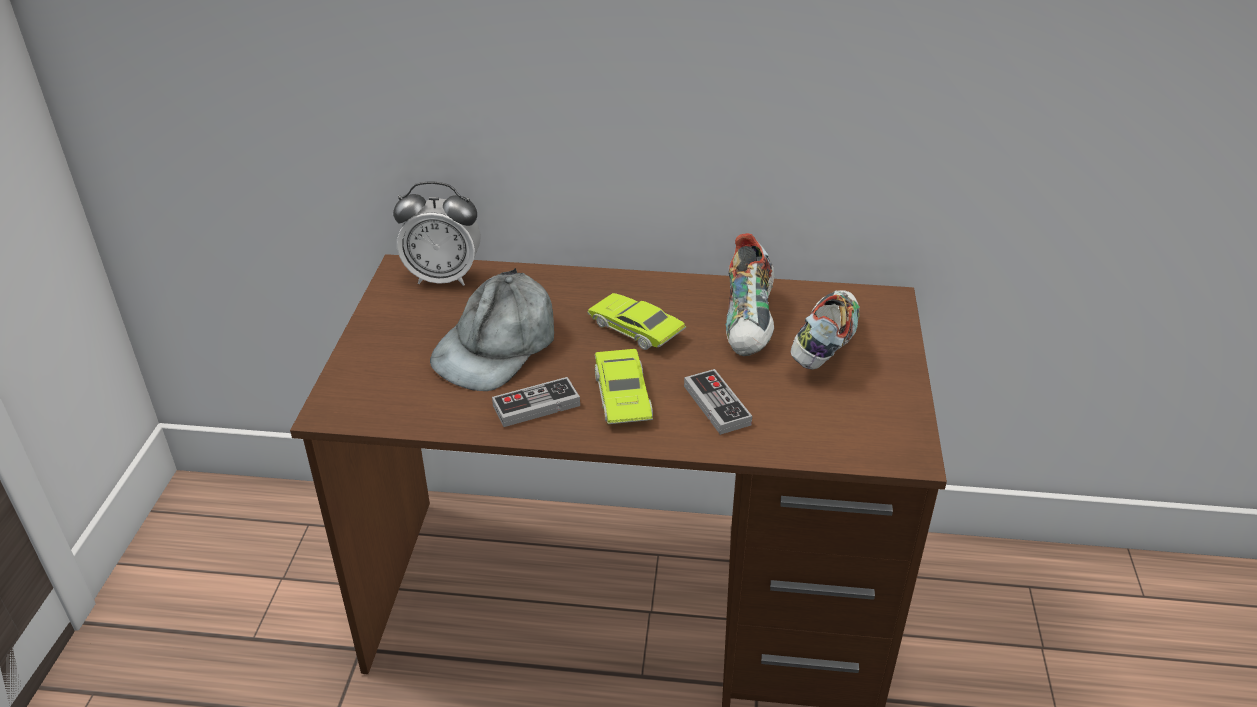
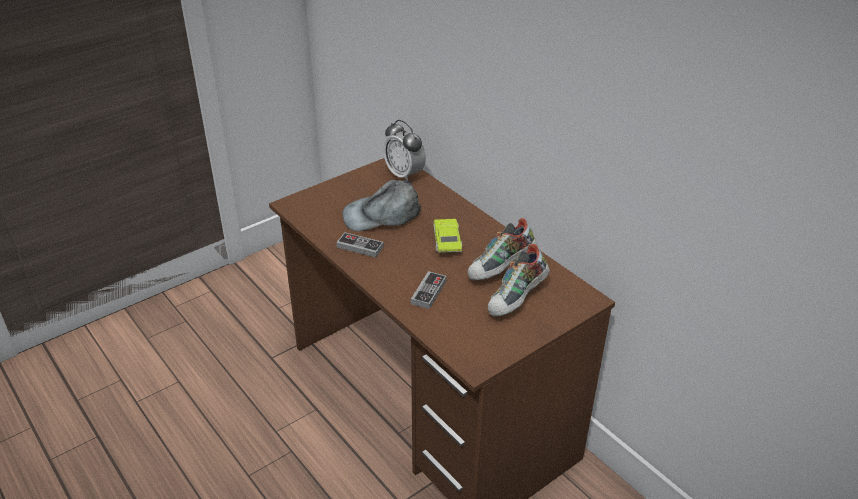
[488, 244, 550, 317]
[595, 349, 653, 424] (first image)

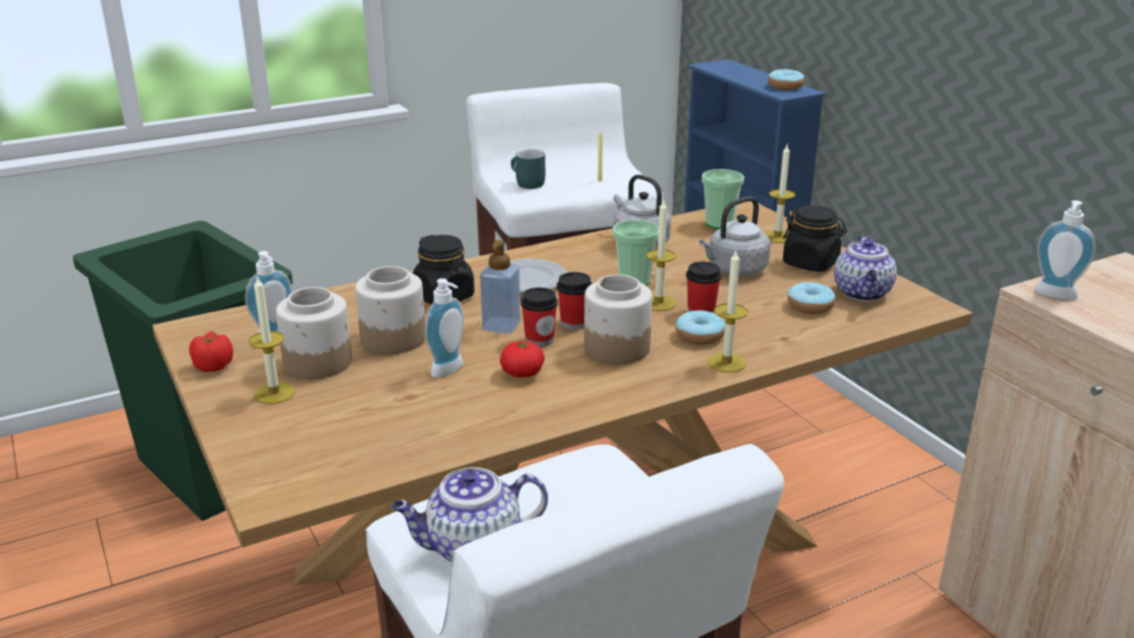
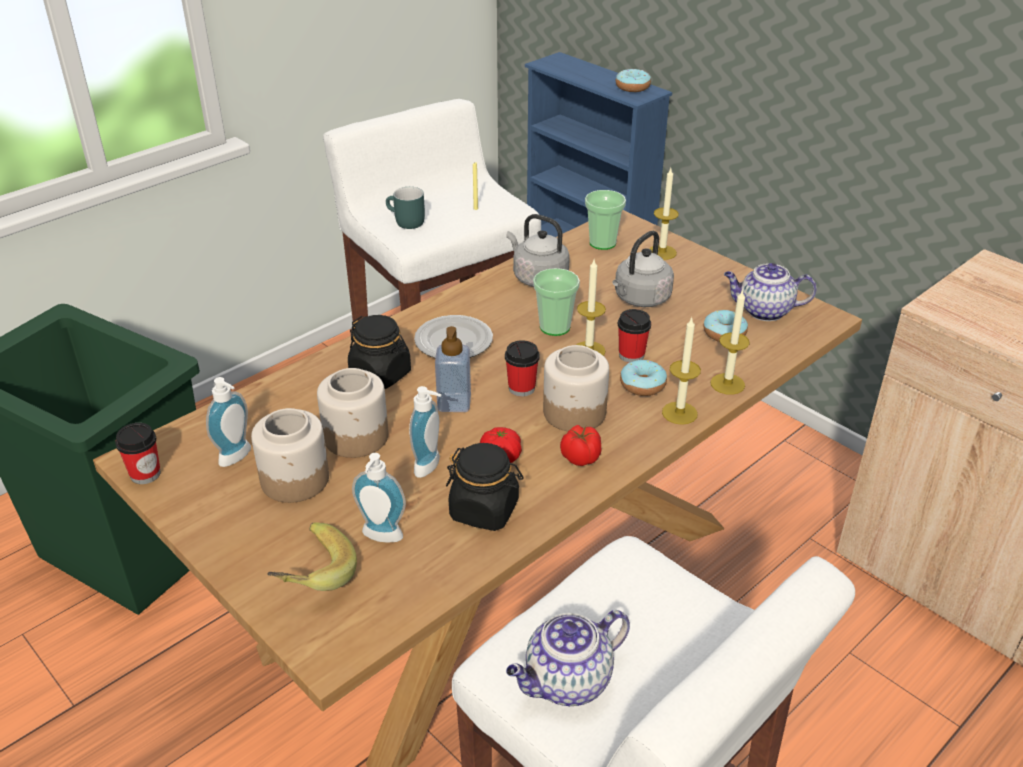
[115, 423, 161, 484]
[267, 522, 357, 591]
[352, 453, 406, 543]
[446, 443, 523, 531]
[560, 425, 602, 466]
[710, 289, 750, 395]
[724, 263, 817, 321]

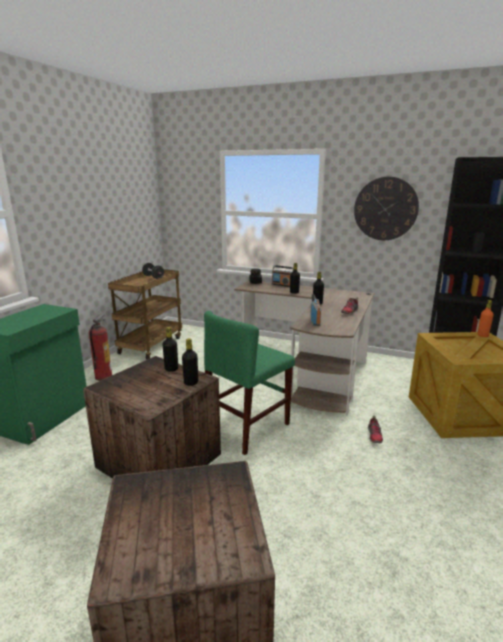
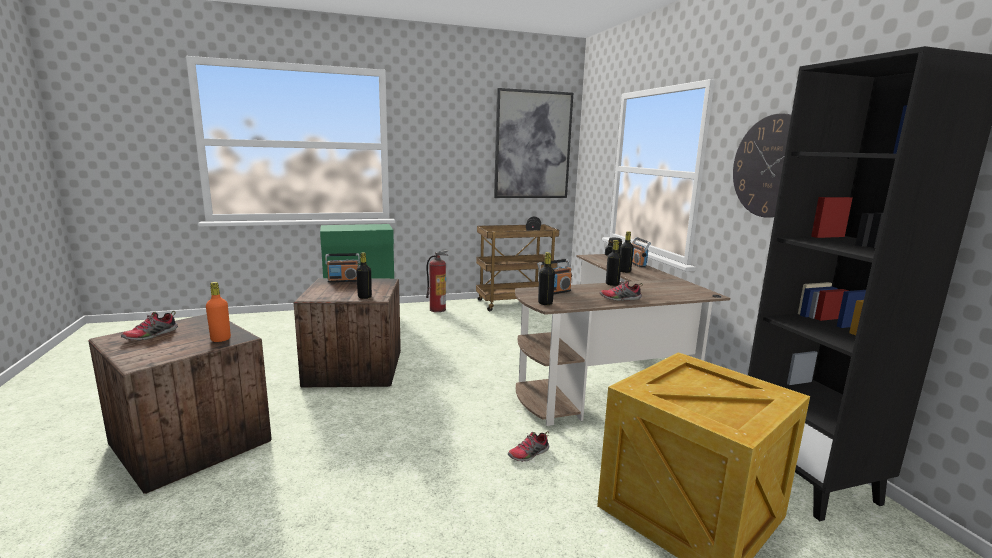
[121, 311, 178, 341]
[206, 282, 231, 342]
[325, 253, 360, 282]
[494, 88, 573, 198]
[538, 252, 555, 305]
[204, 311, 295, 455] (first image)

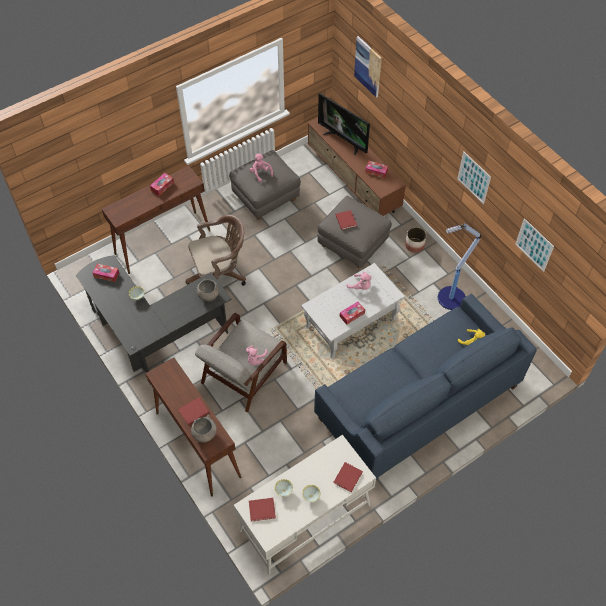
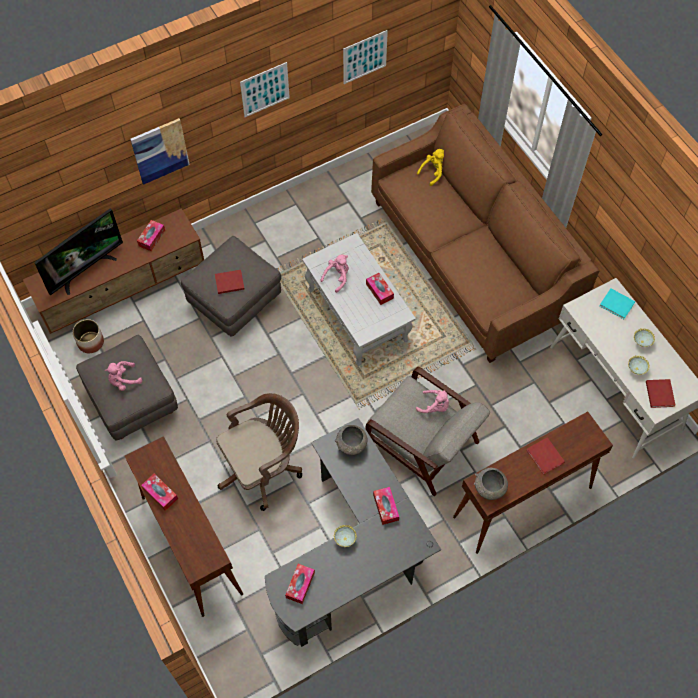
[72, 319, 104, 353]
[130, 118, 190, 185]
[216, 393, 302, 511]
[371, 104, 599, 363]
[373, 487, 399, 525]
[474, 468, 508, 500]
[600, 288, 635, 319]
[438, 223, 481, 310] (first image)

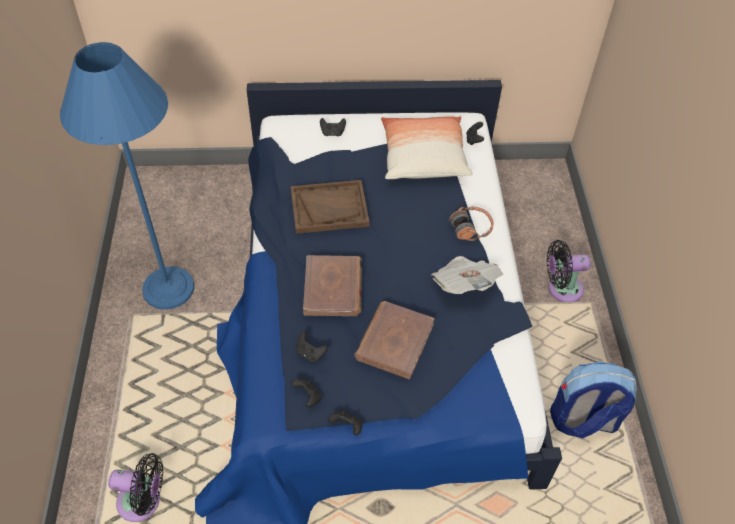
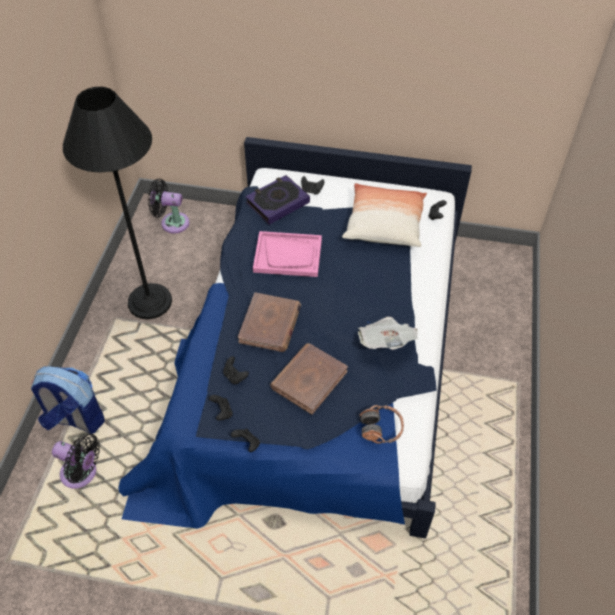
[31, 366, 105, 434]
[63, 87, 172, 319]
[148, 178, 190, 233]
[245, 175, 310, 225]
[253, 231, 322, 277]
[359, 405, 404, 444]

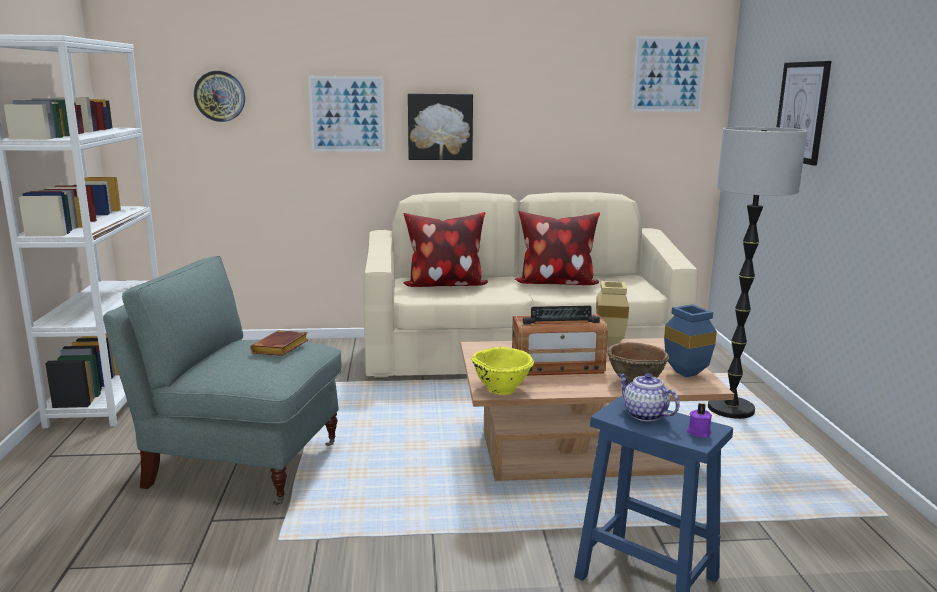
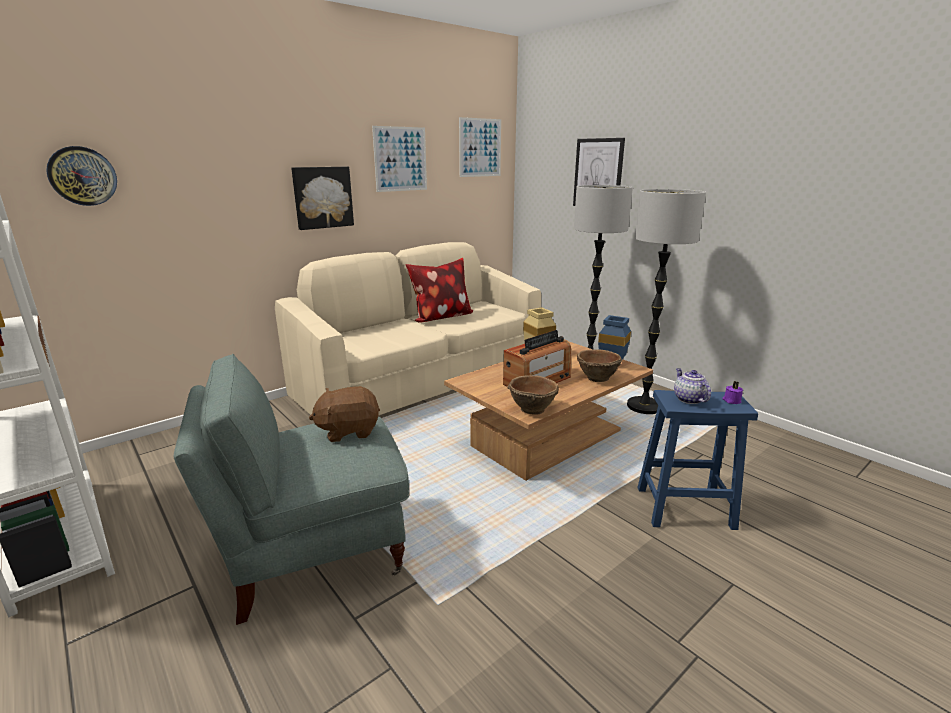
[309, 386, 380, 442]
[372, 126, 427, 192]
[508, 375, 559, 415]
[627, 189, 706, 414]
[674, 368, 711, 404]
[403, 212, 488, 287] (first image)

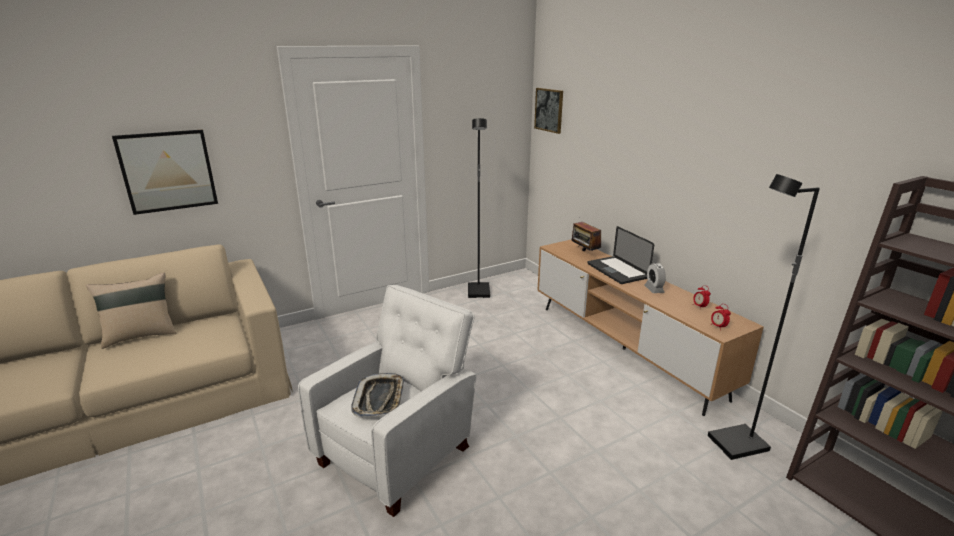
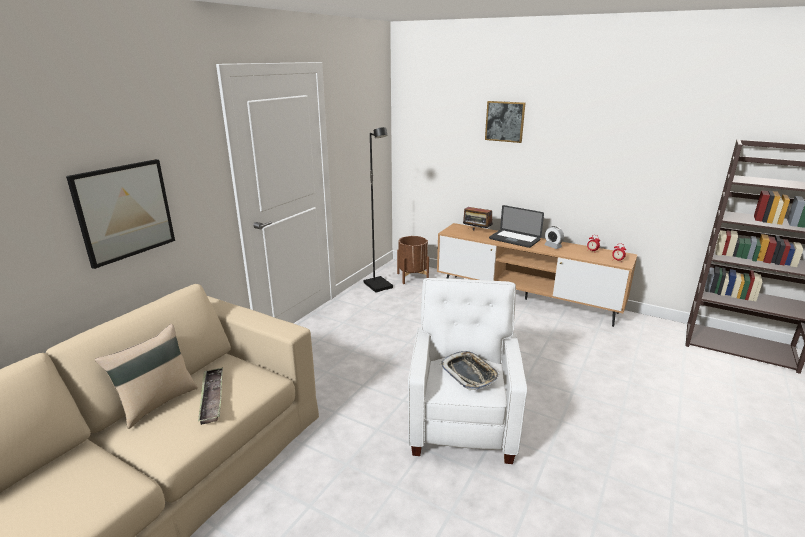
[198, 367, 223, 425]
[397, 236, 429, 284]
[485, 101, 525, 143]
[708, 174, 820, 460] (first image)

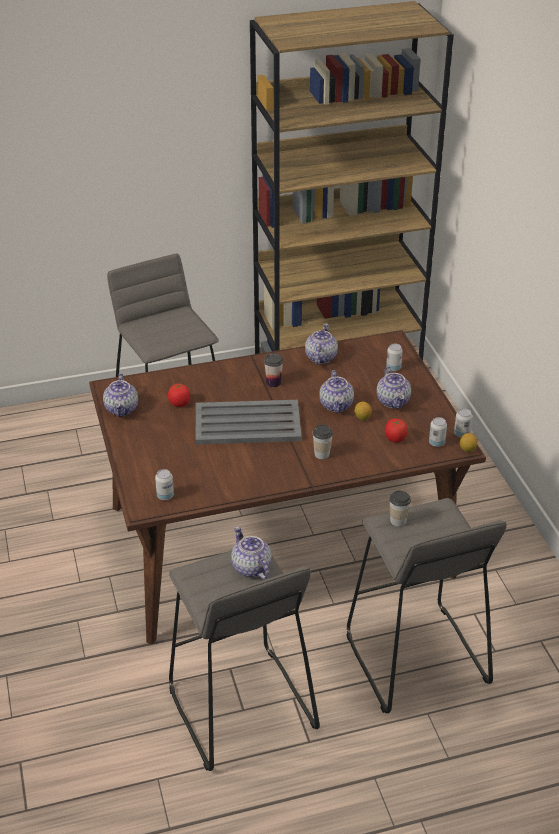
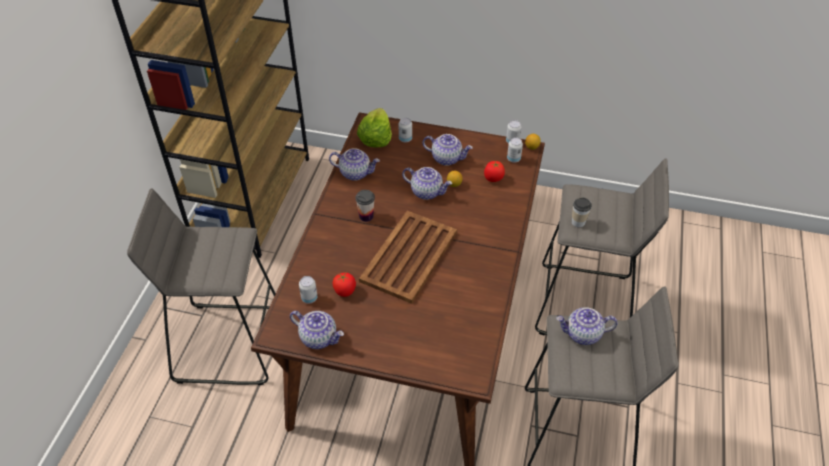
[299, 276, 318, 304]
[329, 148, 380, 181]
[357, 108, 392, 147]
[359, 211, 457, 304]
[313, 425, 333, 459] (first image)

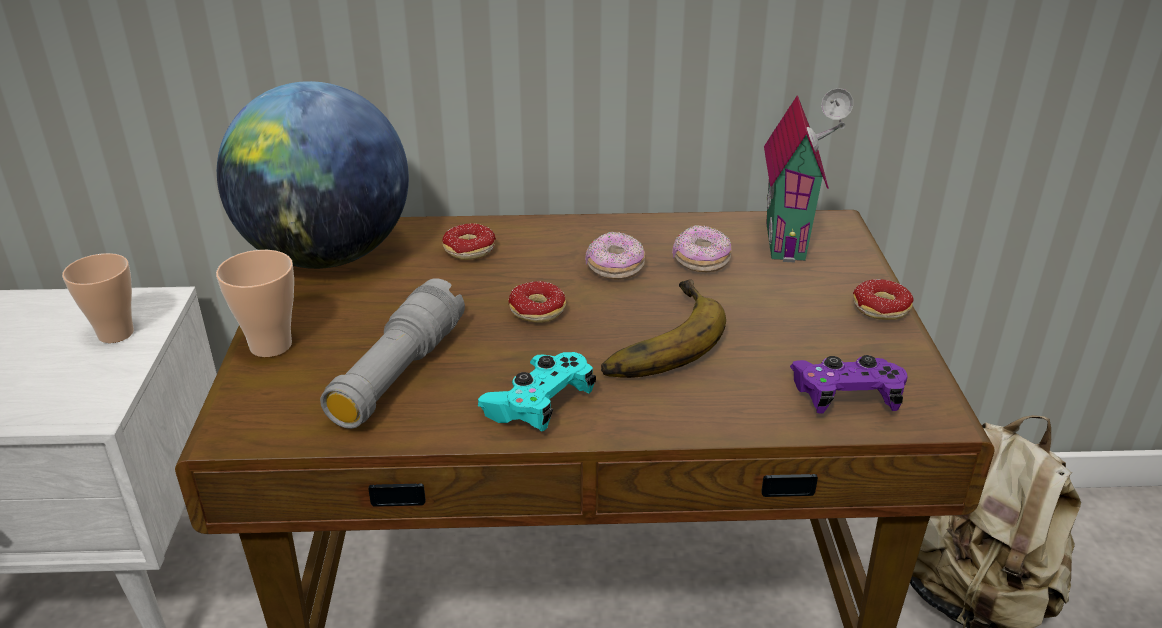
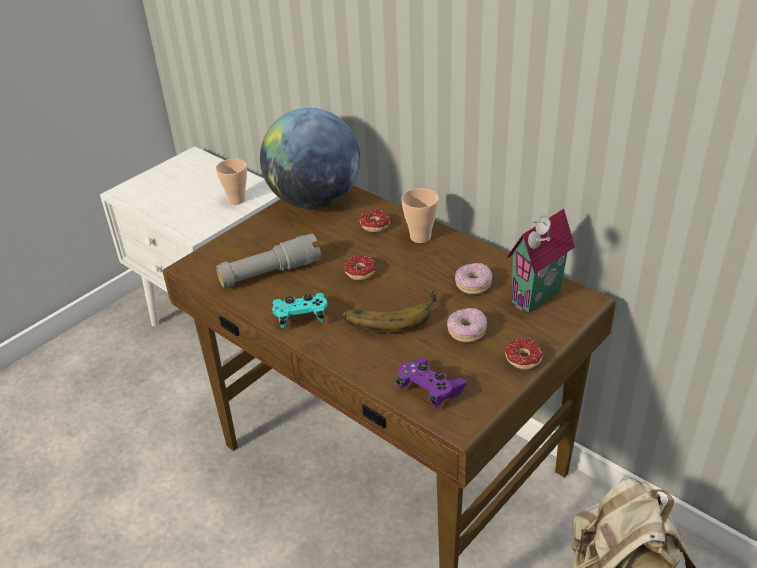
[401, 188, 439, 243]
[447, 308, 487, 343]

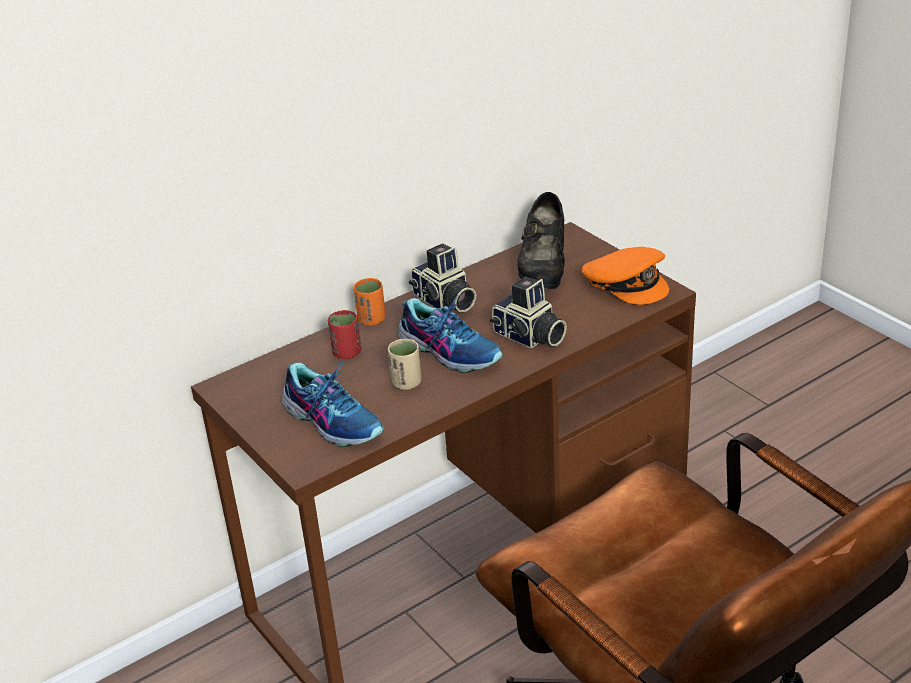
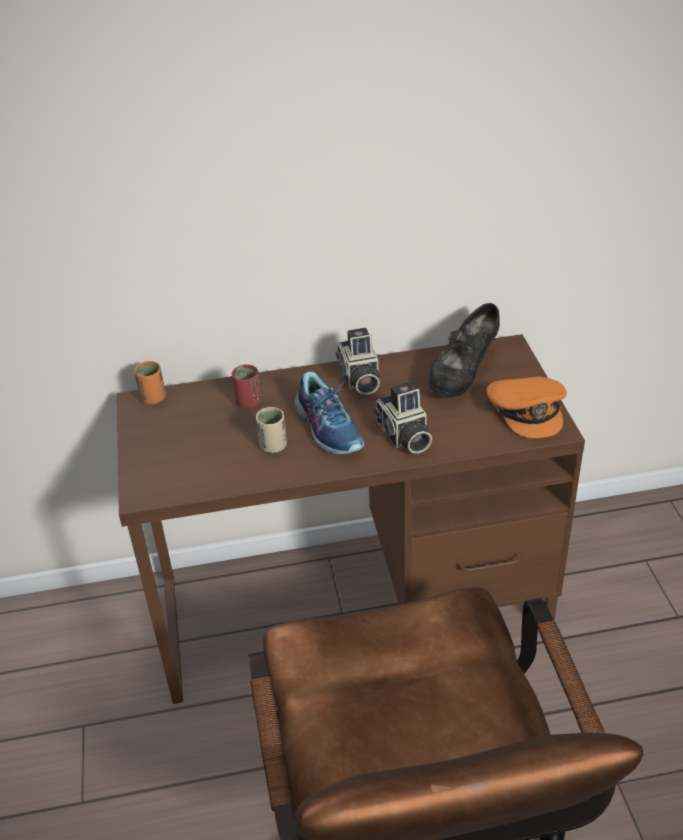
[134, 361, 166, 404]
[282, 361, 384, 447] (first image)

